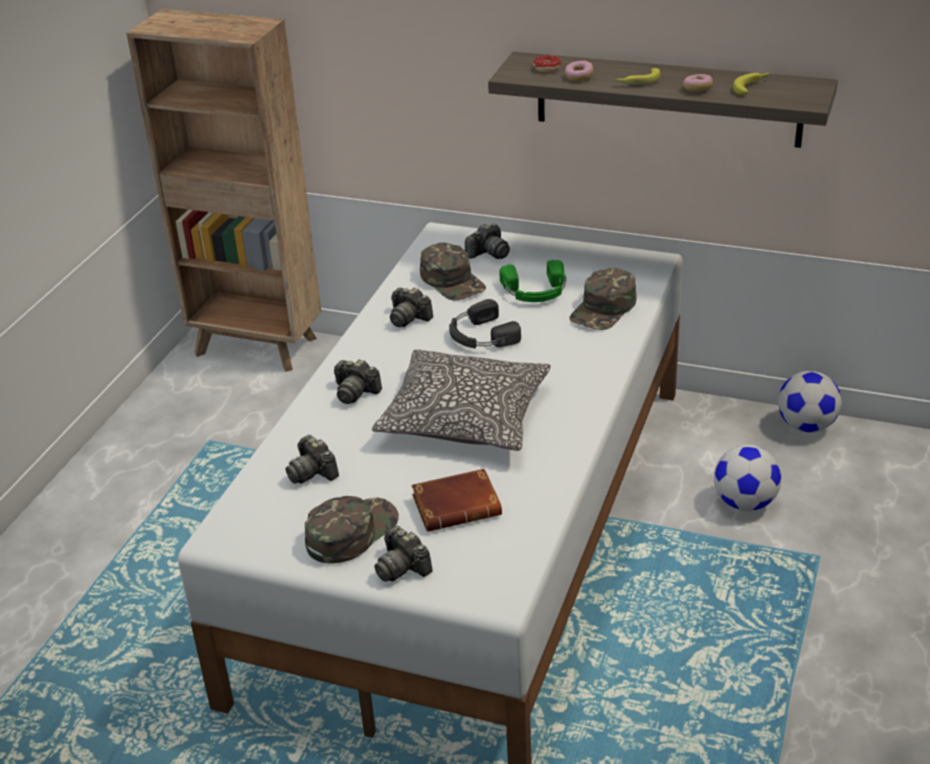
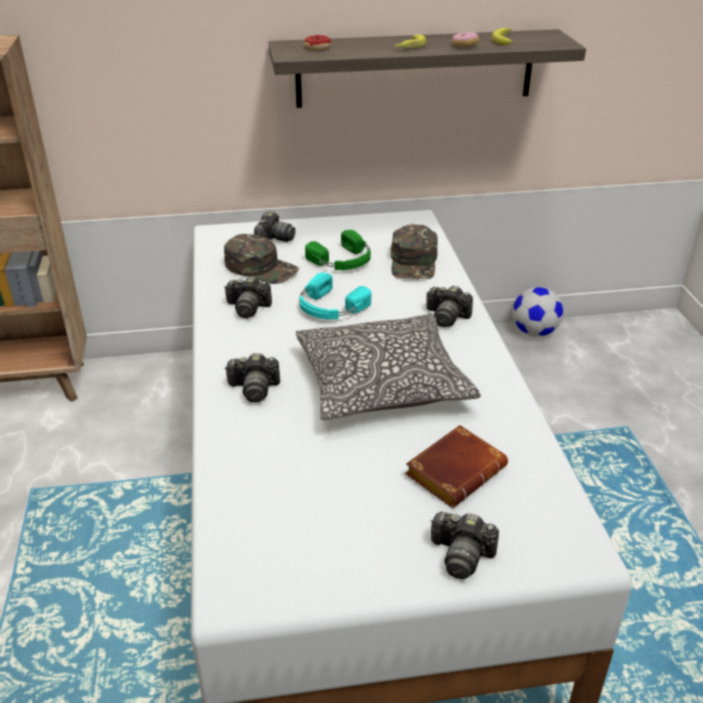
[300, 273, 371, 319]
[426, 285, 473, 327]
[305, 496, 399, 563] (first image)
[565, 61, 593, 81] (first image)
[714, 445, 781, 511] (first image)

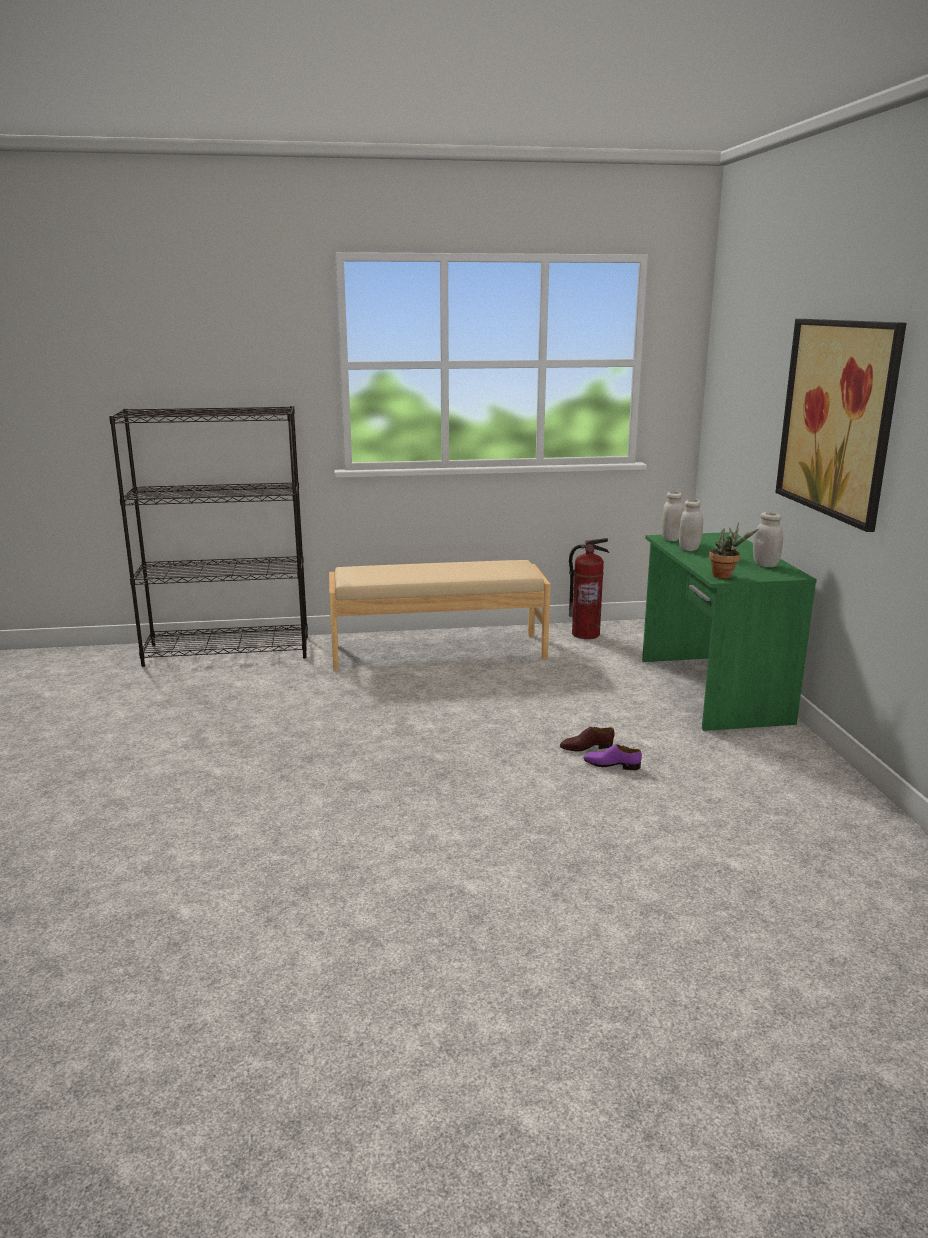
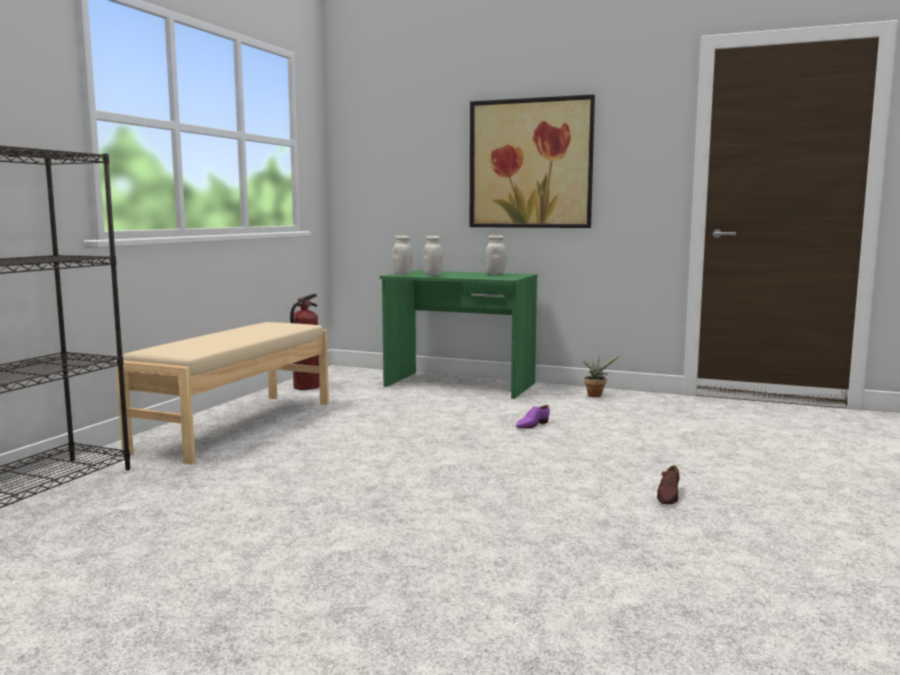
[583, 355, 619, 397]
[657, 466, 680, 504]

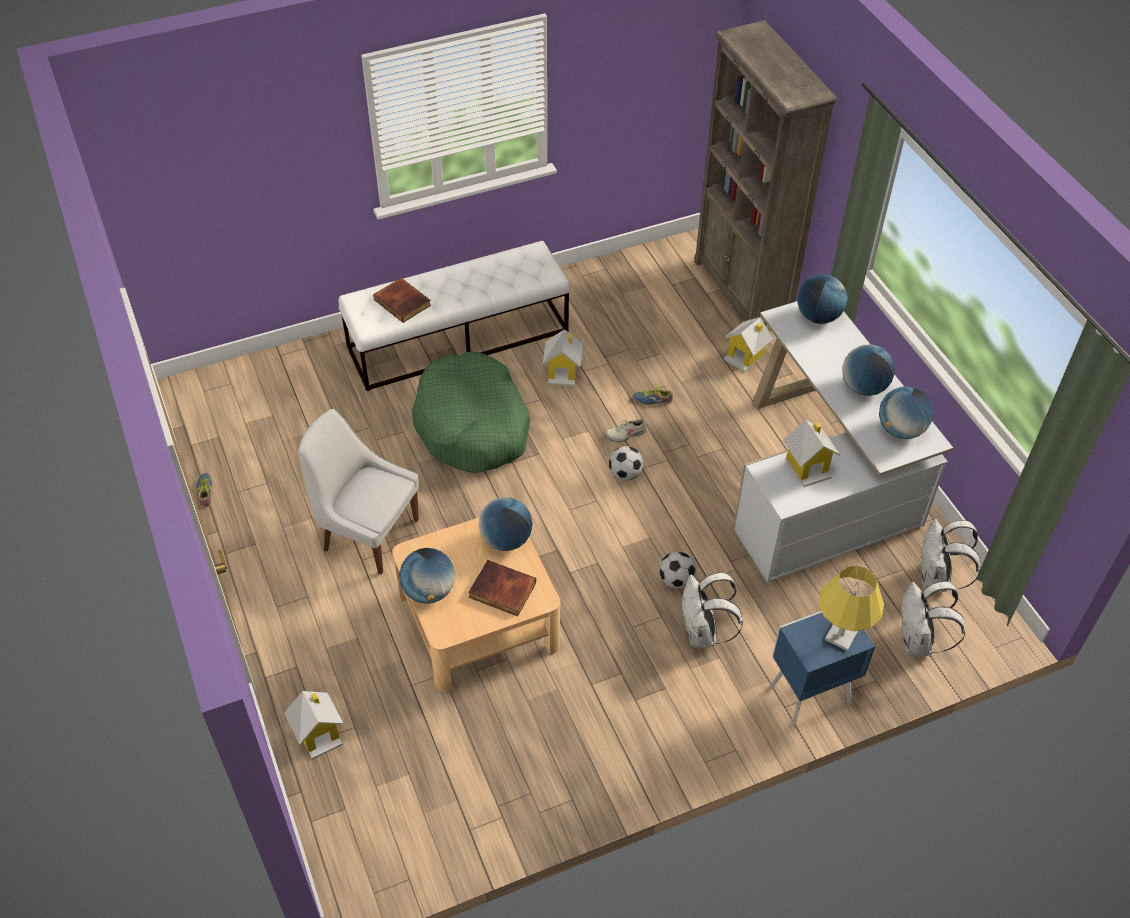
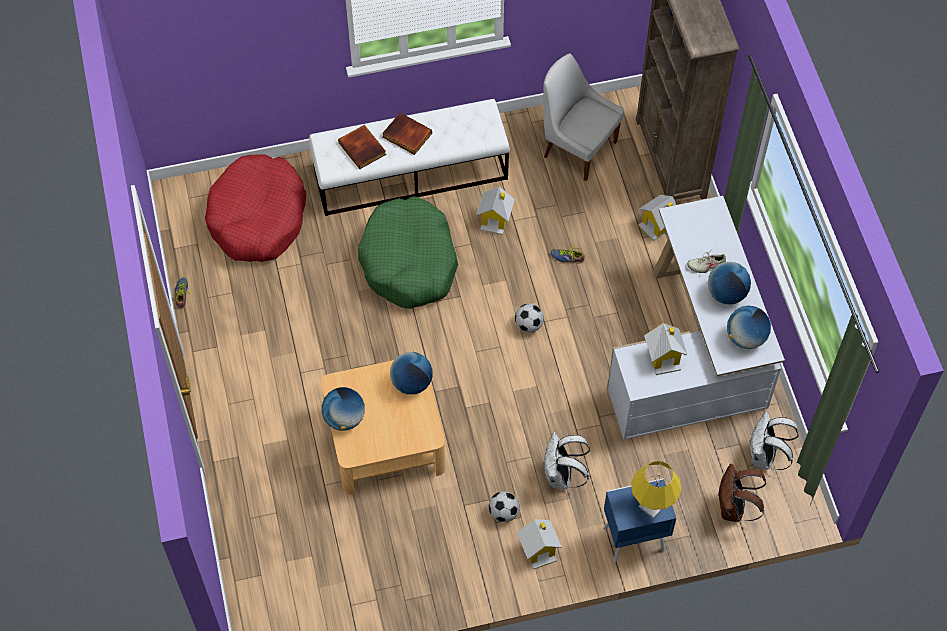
[205, 155, 306, 262]
[382, 113, 432, 155]
[489, 491, 519, 522]
[517, 519, 562, 570]
[543, 54, 624, 181]
[687, 250, 726, 273]
[719, 464, 766, 522]
[797, 275, 847, 324] (first image)

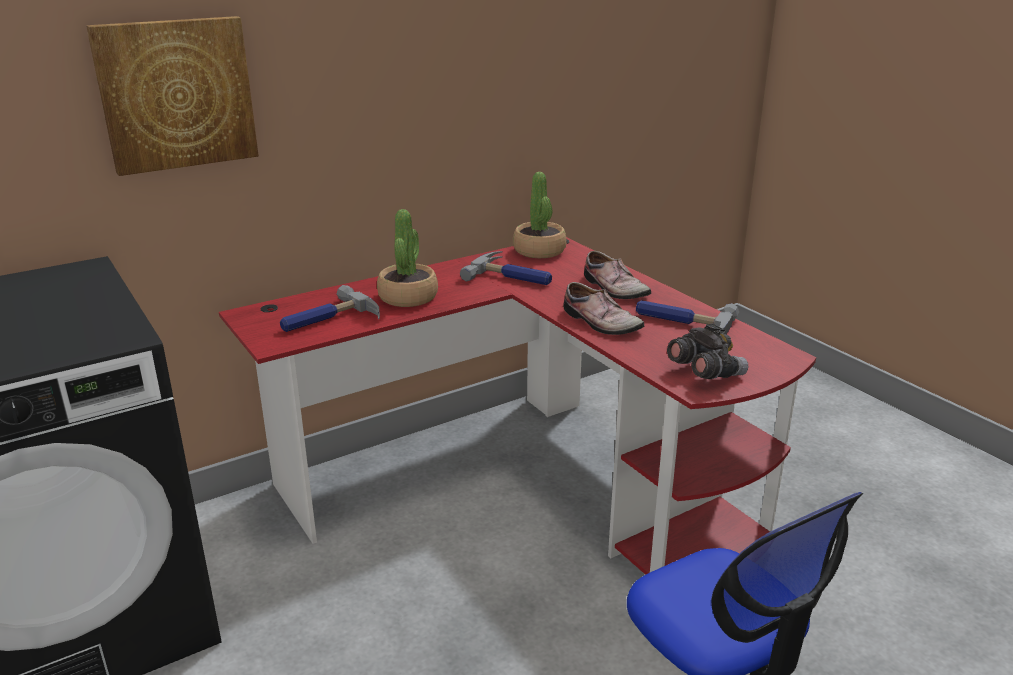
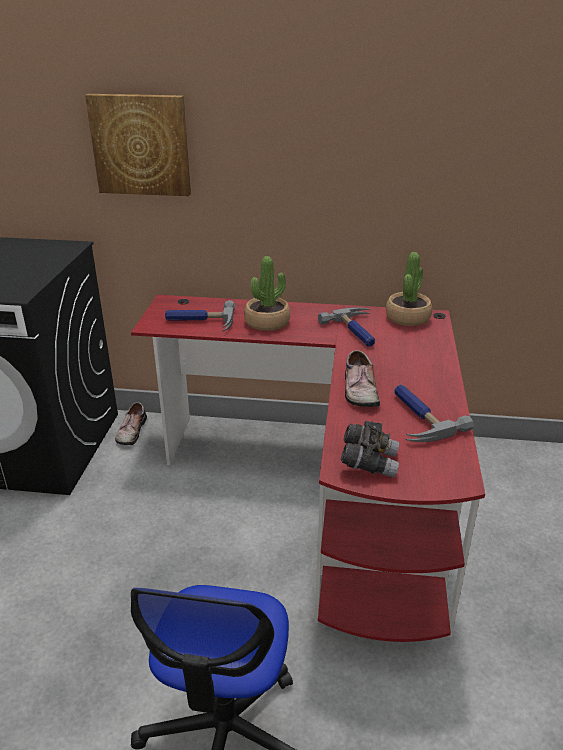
[115, 402, 147, 445]

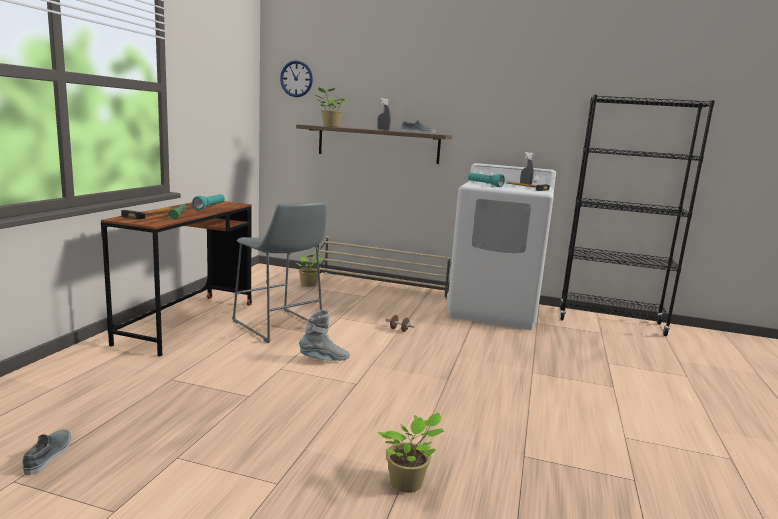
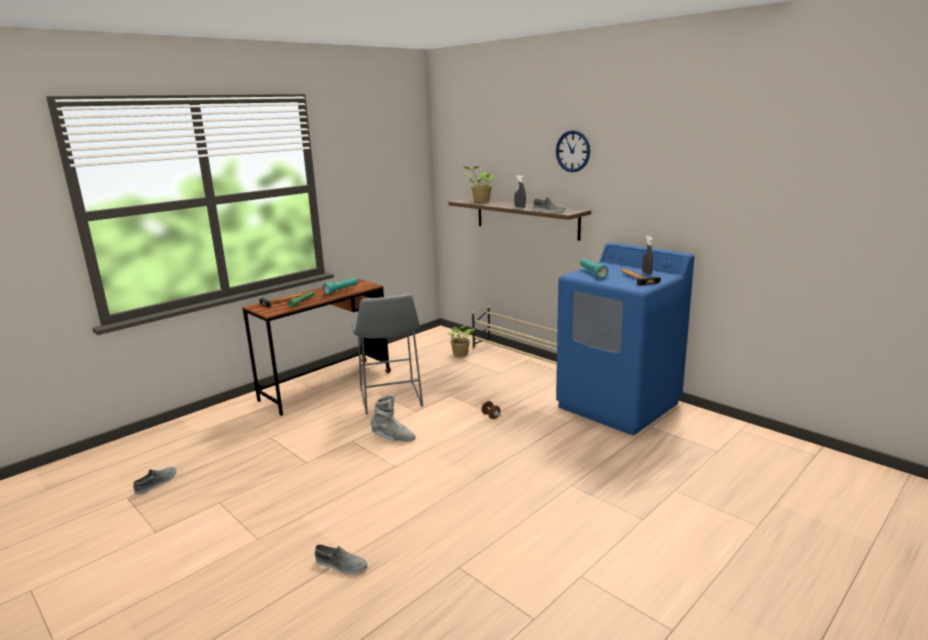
[315, 544, 368, 574]
[556, 130, 590, 172]
[556, 242, 694, 435]
[559, 95, 715, 336] (first image)

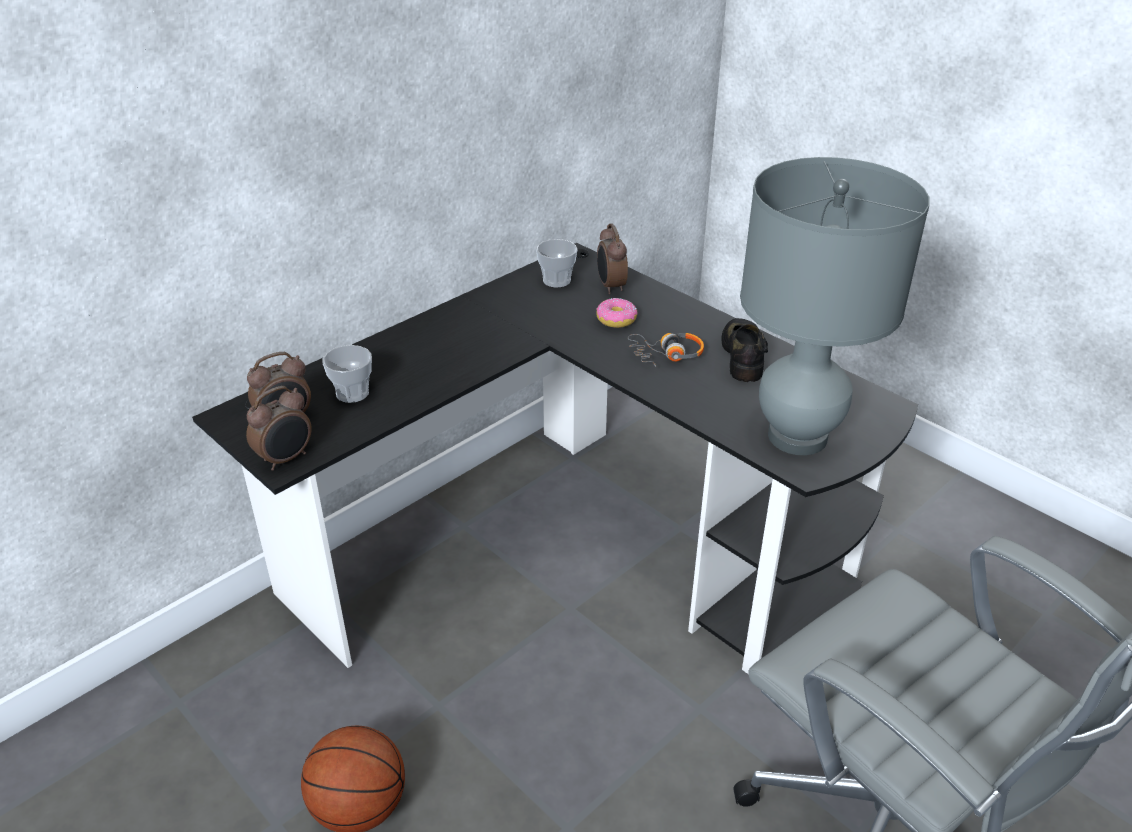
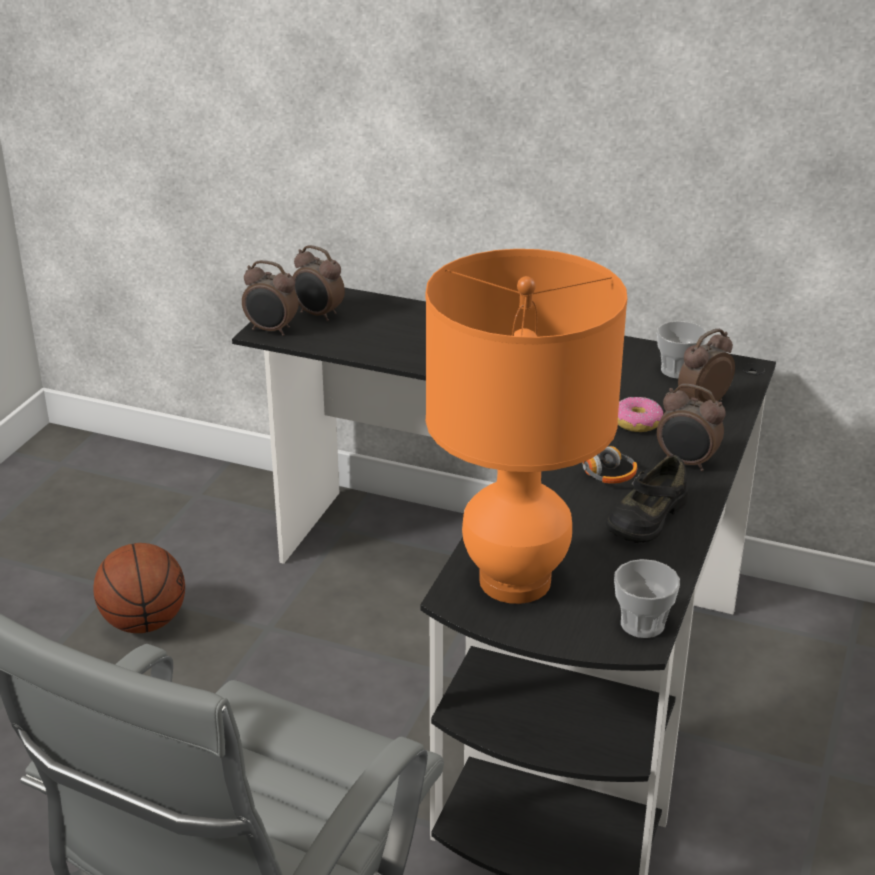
[426, 249, 627, 604]
[605, 455, 688, 543]
[614, 559, 680, 638]
[657, 384, 726, 471]

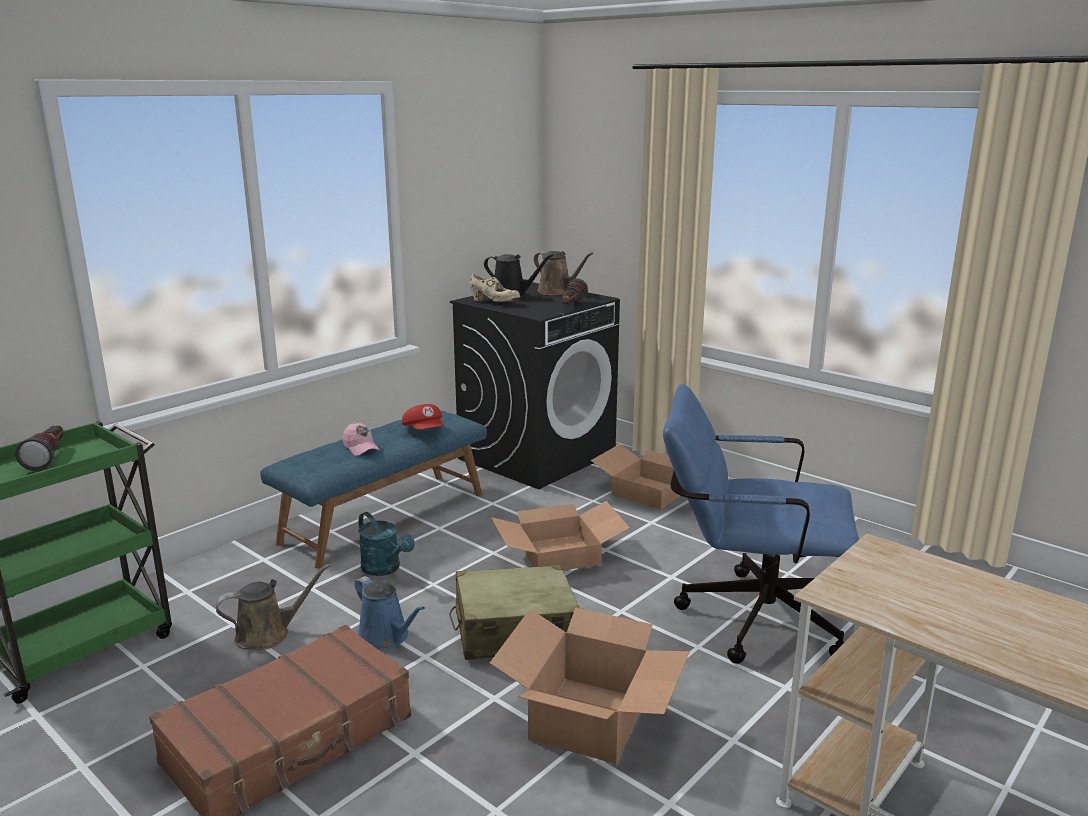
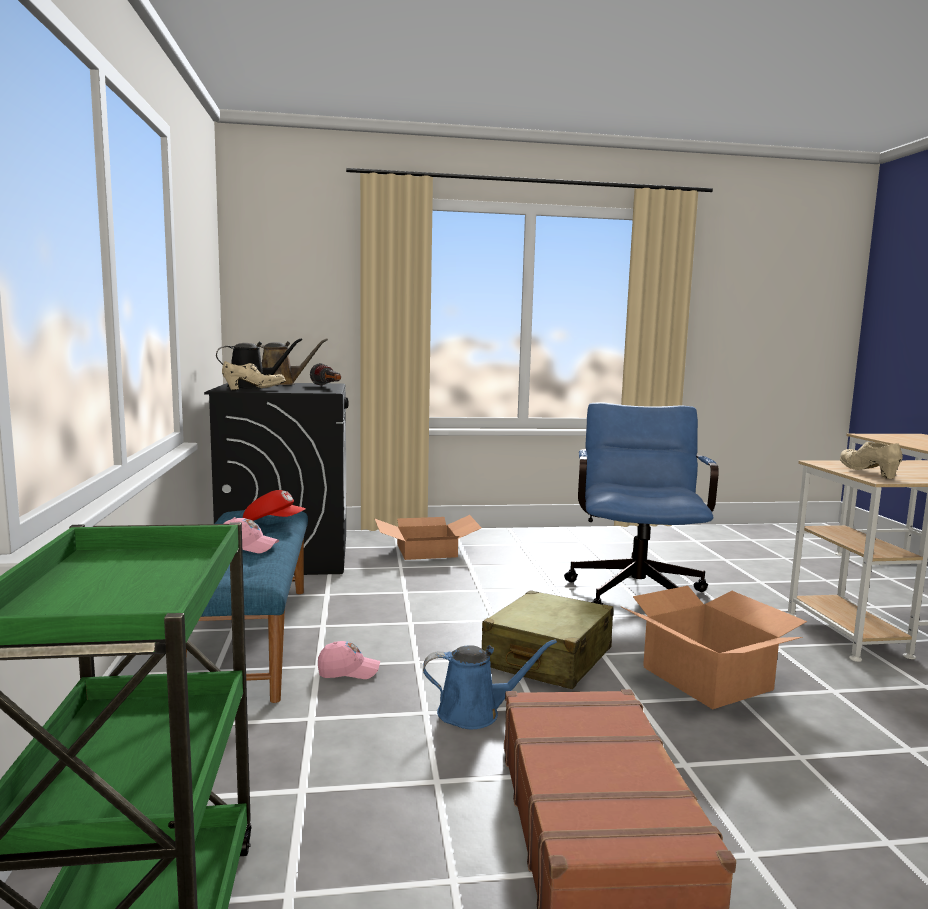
[318, 641, 380, 679]
[564, 403, 719, 605]
[840, 441, 903, 479]
[15, 426, 63, 471] (first image)
[216, 564, 330, 650] (first image)
[491, 501, 630, 570] (first image)

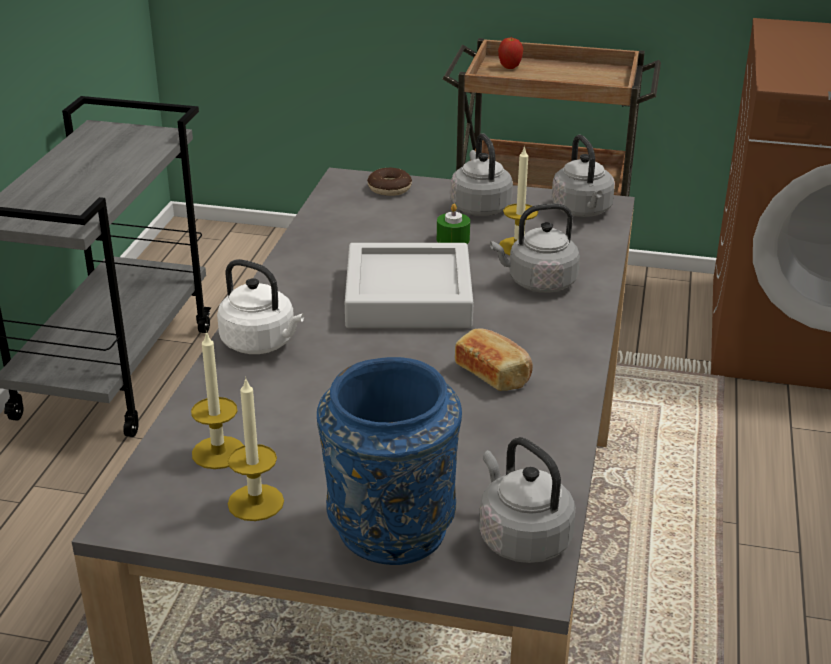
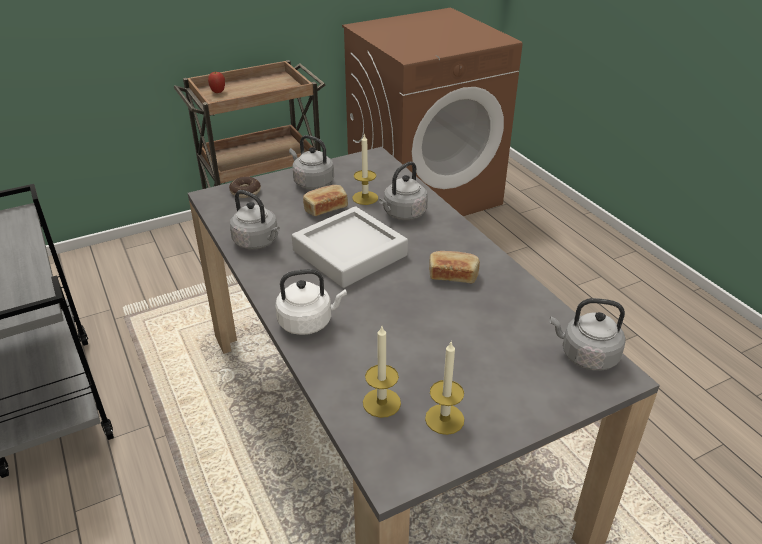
[230, 190, 280, 249]
[303, 185, 348, 216]
[317, 357, 462, 565] (first image)

